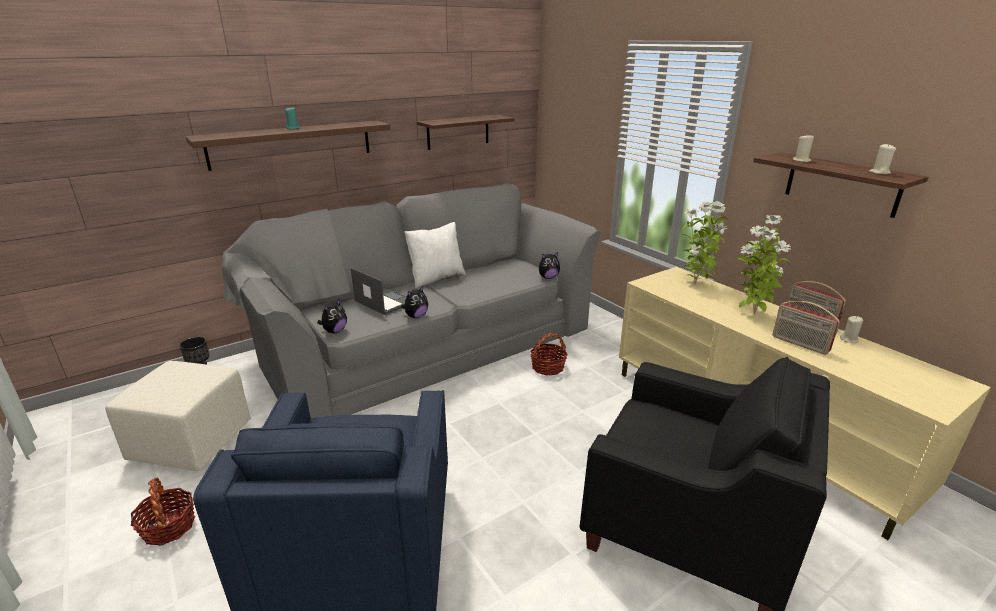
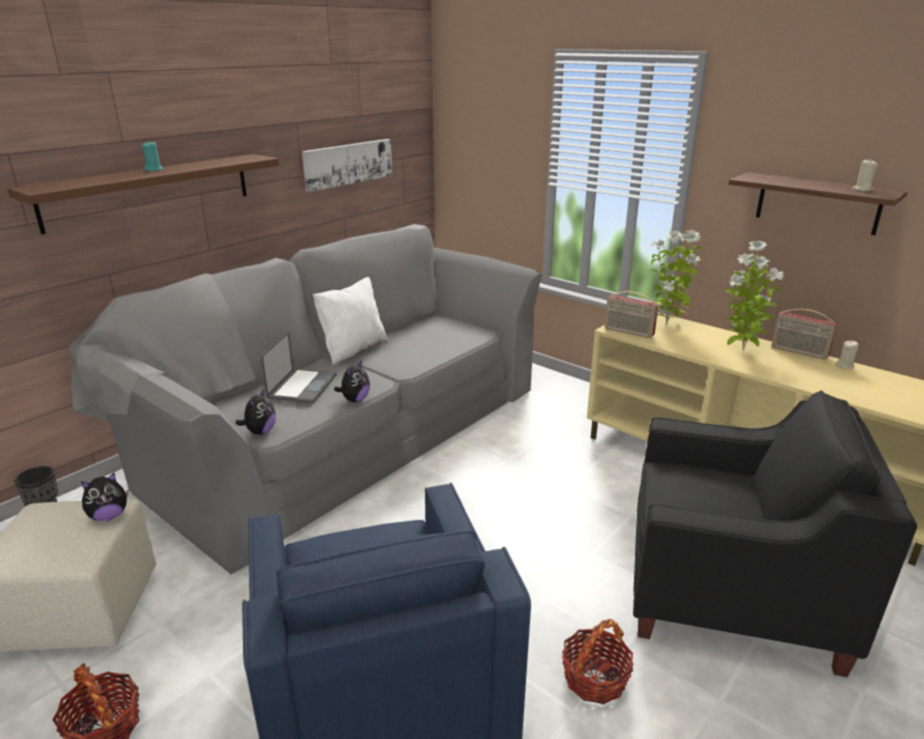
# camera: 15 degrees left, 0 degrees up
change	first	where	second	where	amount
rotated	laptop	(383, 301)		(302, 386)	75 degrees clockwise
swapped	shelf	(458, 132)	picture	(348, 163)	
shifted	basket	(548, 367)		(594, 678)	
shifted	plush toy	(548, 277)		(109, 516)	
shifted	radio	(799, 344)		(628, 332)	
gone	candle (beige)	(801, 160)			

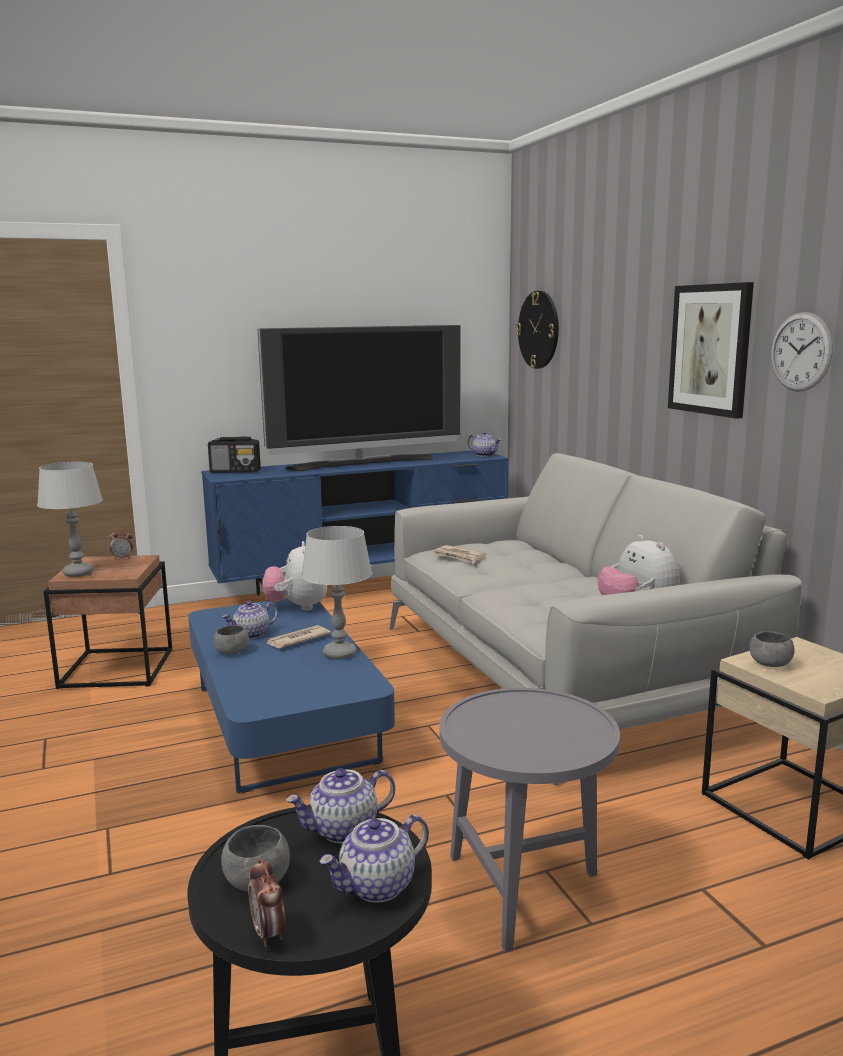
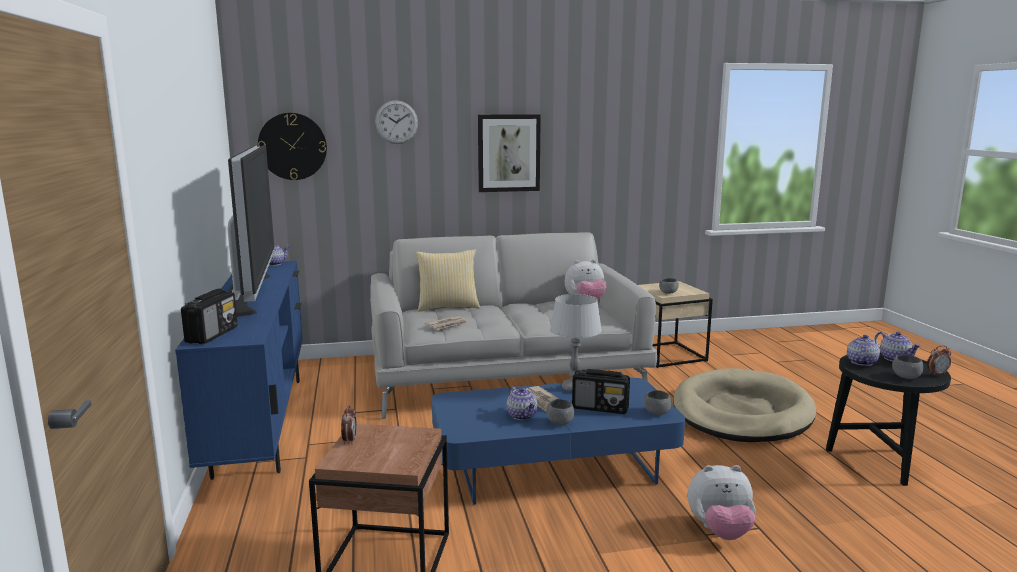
# camera: 80 degrees left, 0 degrees up
change	first	where	second	where	amount
gone	table lamp (grey)	(78, 573)			
shifted	plush toy	(297, 607)		(720, 531)	
rotated	teapot	(343, 830)		(861, 362)	135 degrees counterclockwise
swapped	side table (grey)	(524, 889)	dog bed (beige)	(742, 412)	
shifted	wall clock	(801, 352)		(396, 122)	
new			pillow	(448, 307)	
new			radio	(600, 408)	
new			bowl (grey)	(656, 412)	

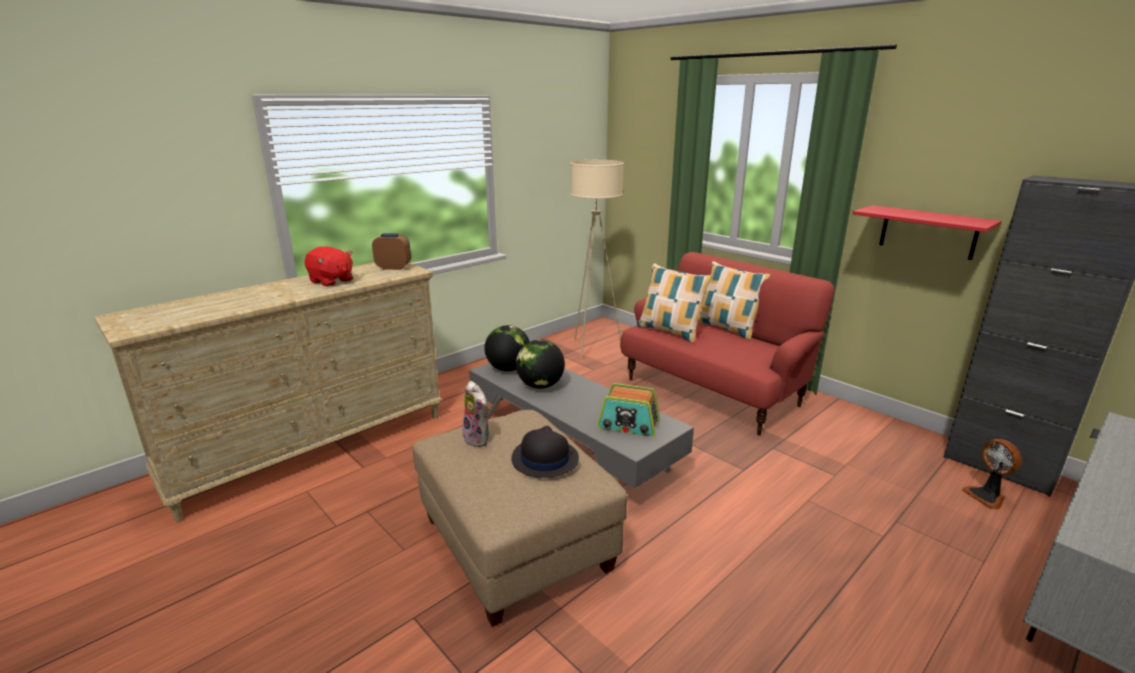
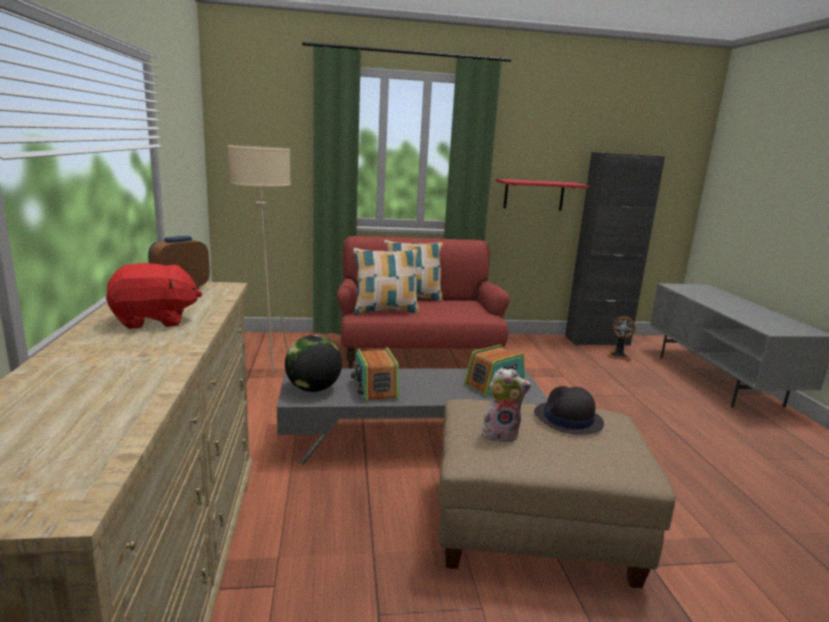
# camera: 55 degrees left, 5 degrees down
change	first	where	second	where	amount
swapped	globe	(540, 385)	radio	(375, 389)	

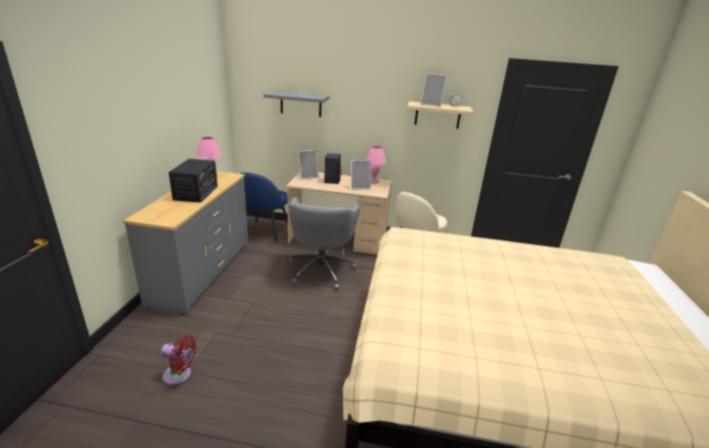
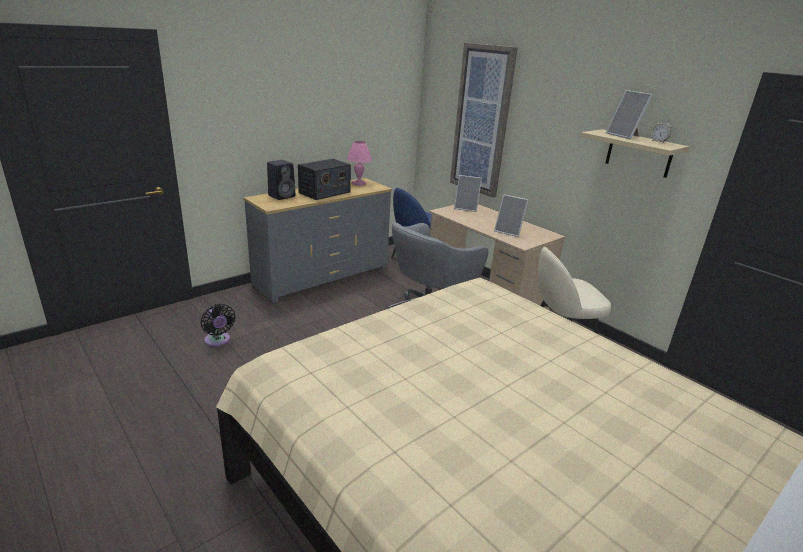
# camera: 40 degrees right, 0 degrees up
change	first	where	second	where	amount
repainted	fan (red)	(179, 375)	fan (black)	(218, 341)	
swapped	shelf (grey)	(301, 104)	picture	(482, 121)	
shifted	speaker (black)	(332, 180)		(282, 196)	
gone	table lamp (pink)	(374, 181)			

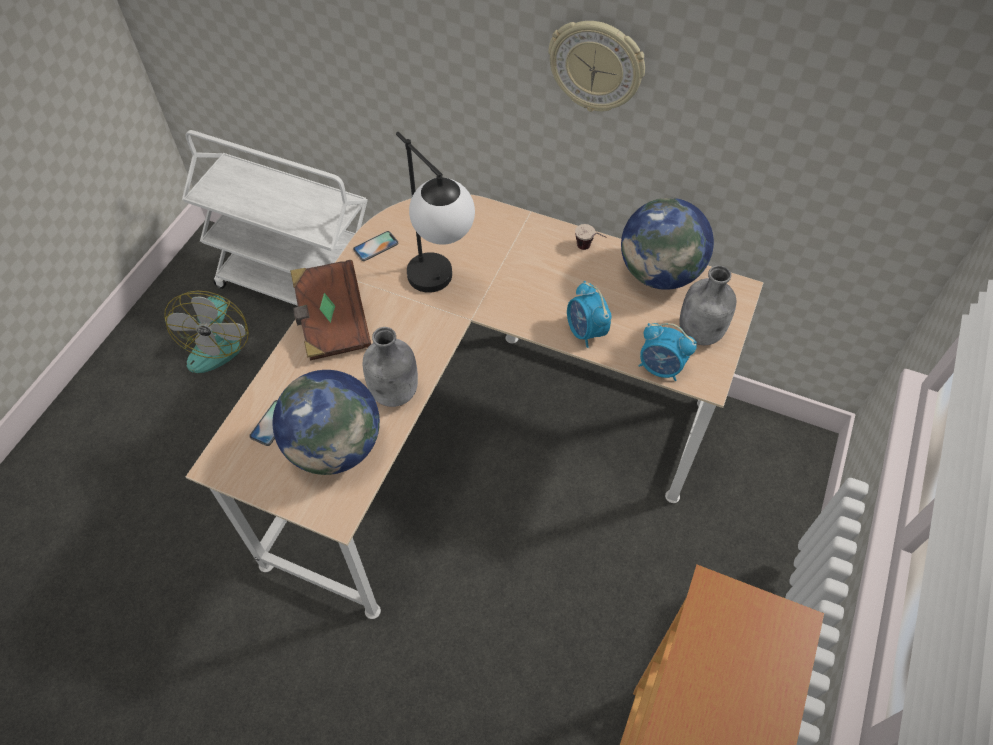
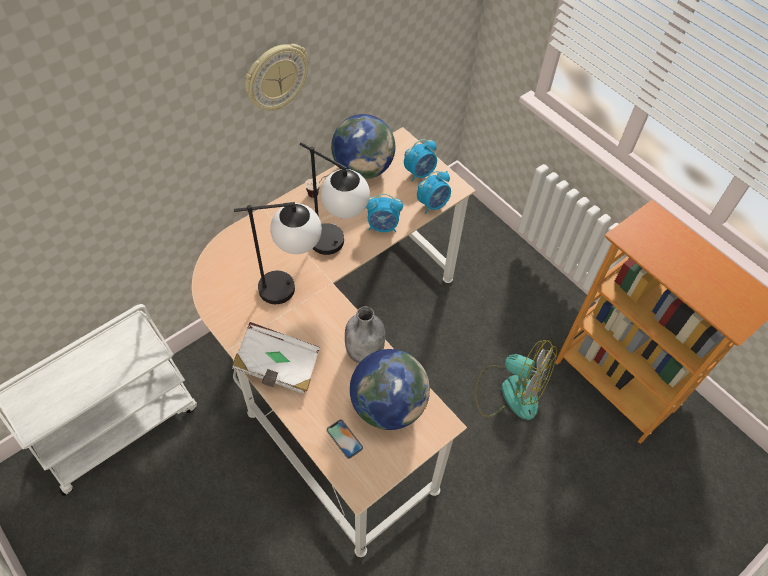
# camera: 65 degrees left, 0 degrees up
change	first	where	second	where	amount
shifted	fan	(218, 341)		(510, 391)	
repainted	book (brown)	(331, 322)	book (white)	(278, 367)	
gone	phone	(376, 246)			
swapped	bottle (grey)	(701, 332)	alarm clock	(420, 173)	
new			table lamp	(338, 247)	

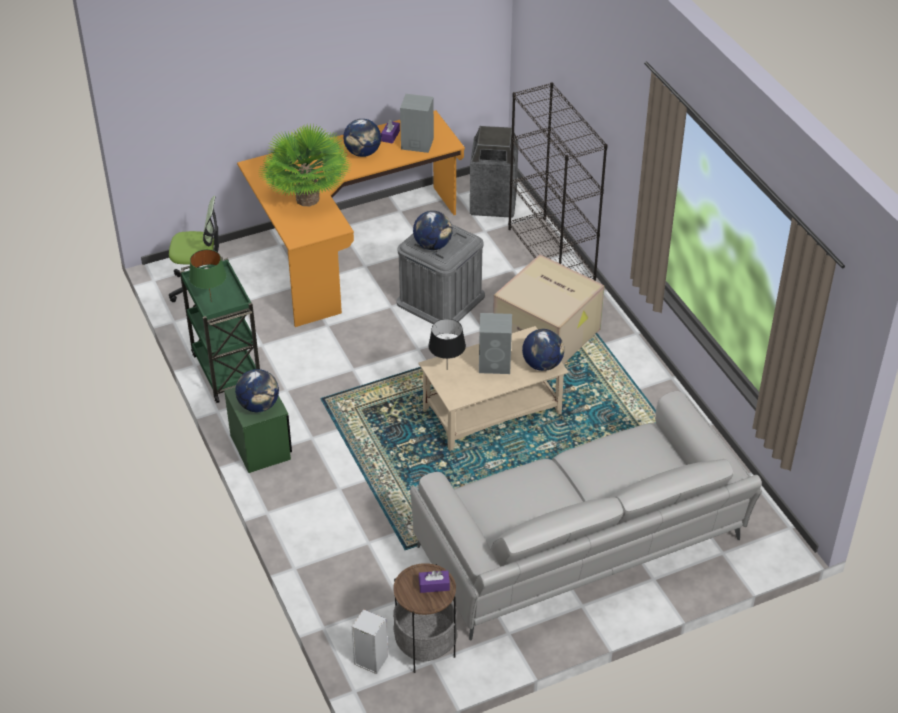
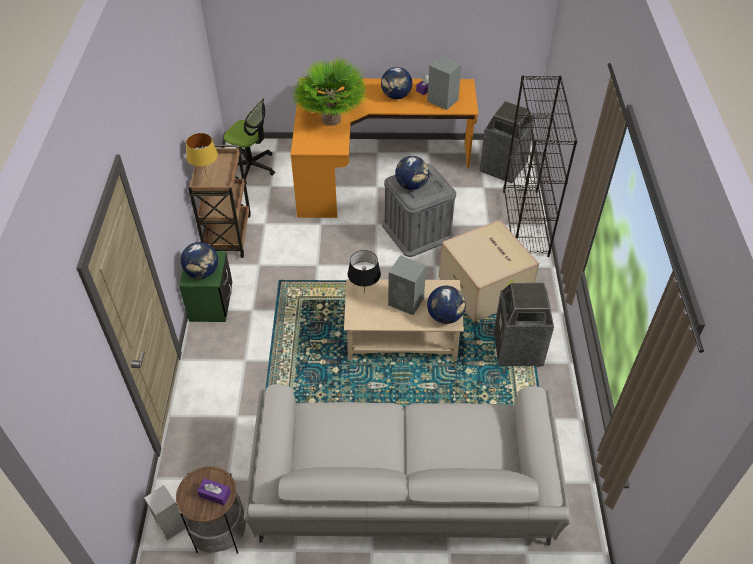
# camera: 25 degrees right, 5 degrees up
change	first	where	second	where	amount
repainted	cart (green)	(226, 370)	cart (brown)	(228, 234)	
repainted	table lamp (green)	(210, 301)	table lamp (yellow)	(206, 177)	
new			trash can	(518, 349)	

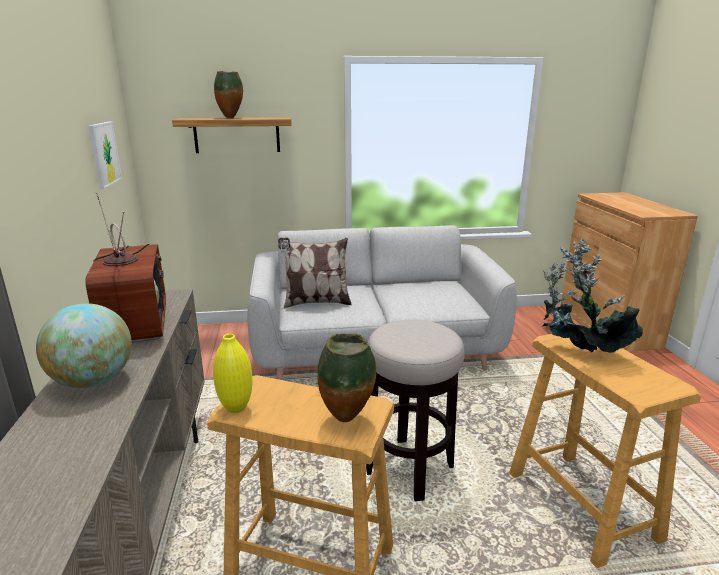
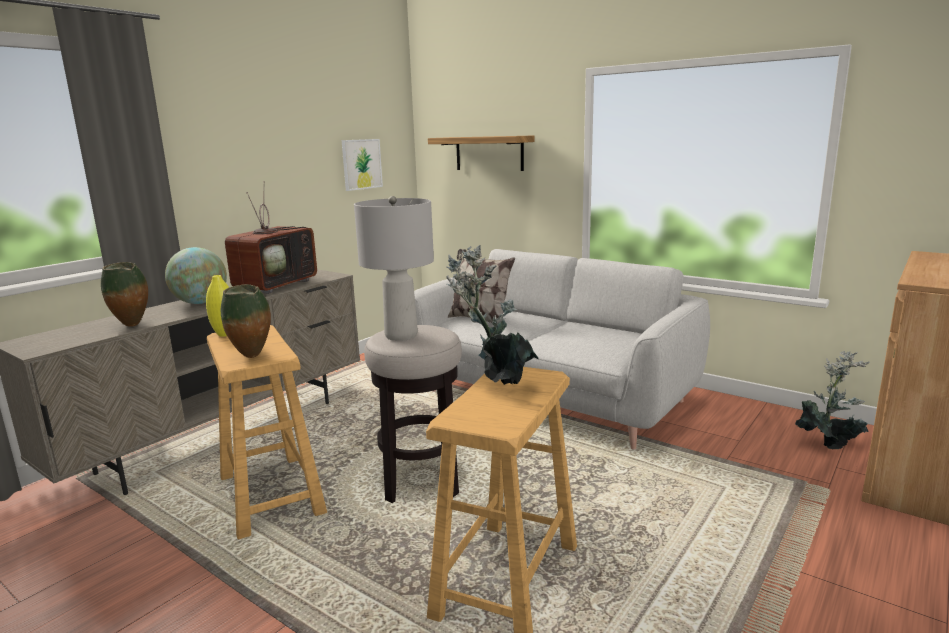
# camera: 45 degrees right, 5 degrees down
change	first	where	second	where	amount
shifted	vase	(231, 118)		(132, 325)	
new			table lamp (grey)	(402, 335)	

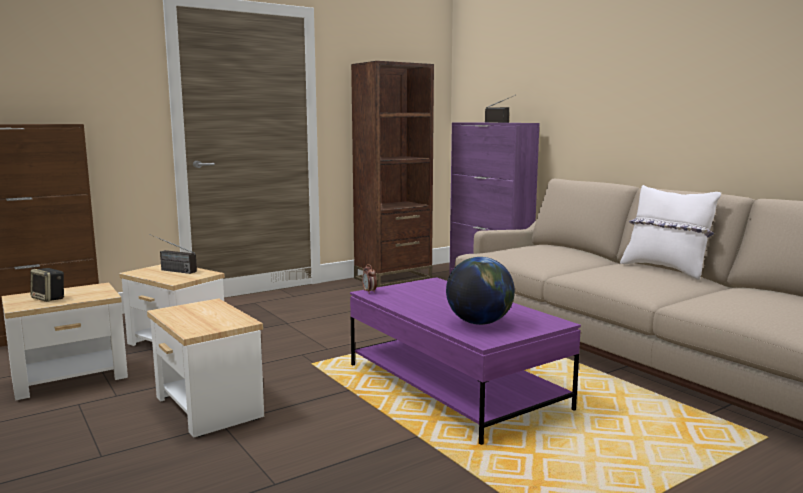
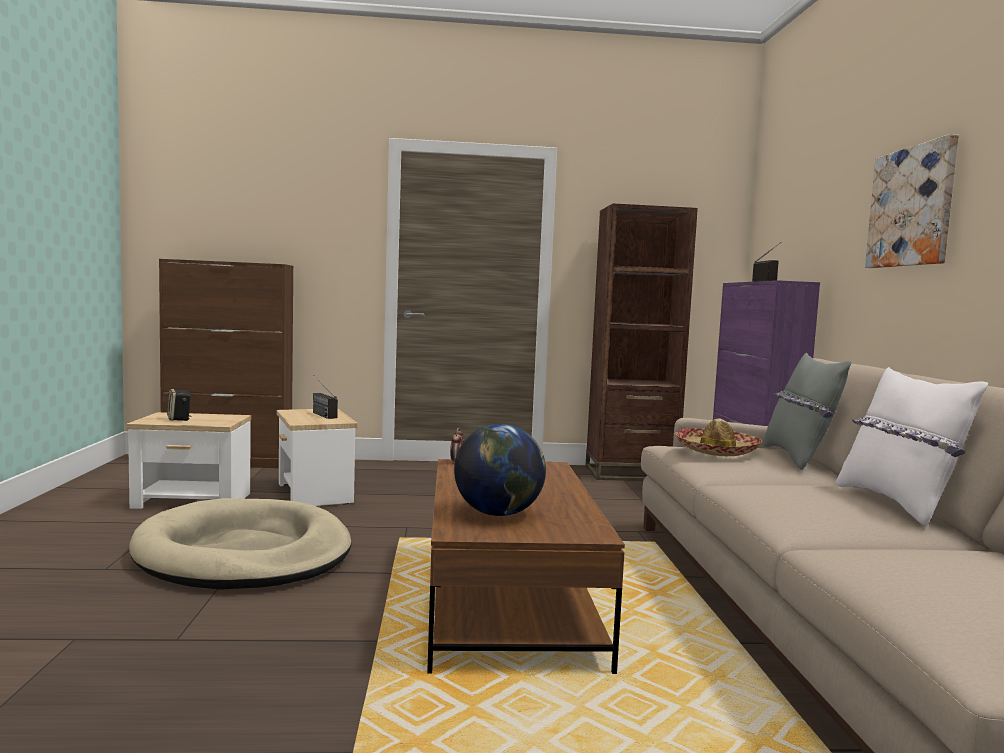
# camera: 30 degrees right, 5 degrees down
change	first	where	second	where	amount
swapped	side table	(207, 408)	dog bed (beige)	(244, 553)	
repainted	coffee table (purple)	(454, 386)	coffee table (brown)	(509, 601)	
new			hat	(717, 451)	
new			pillow (grey)	(798, 458)	
new			picture	(912, 207)	

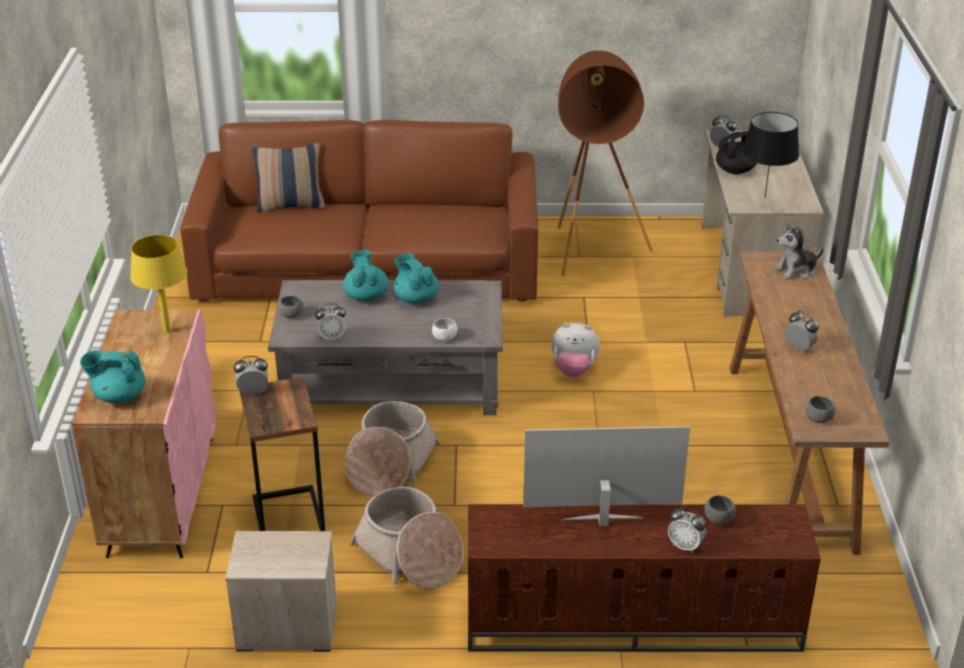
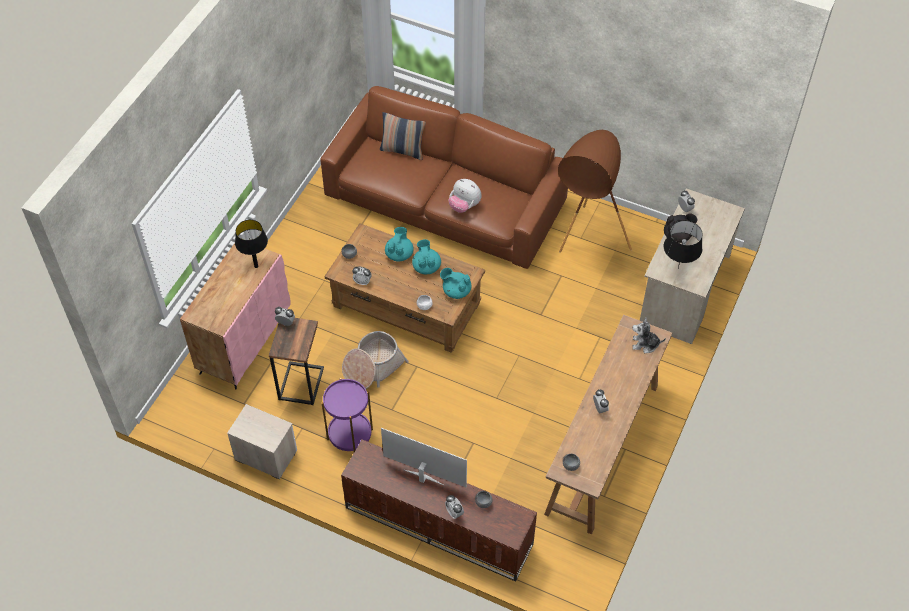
# camera: 25 degrees right, 20 degrees up
change	first	where	second	where	amount
shifted	teapot (turquoise)	(119, 396)		(456, 291)	
repainted	table lamp (yellow)	(167, 331)	table lamp (black)	(256, 266)	
repainted	coffee table (grey)	(392, 383)	coffee table (brown)	(407, 305)	
swapped	basket	(410, 555)	side table (purple)	(350, 434)	
shifted	plush toy	(574, 370)		(464, 206)	

